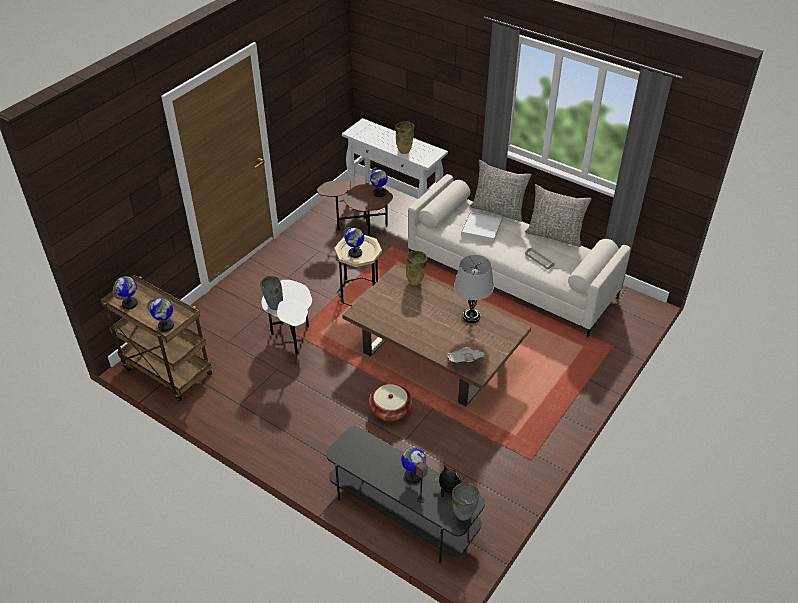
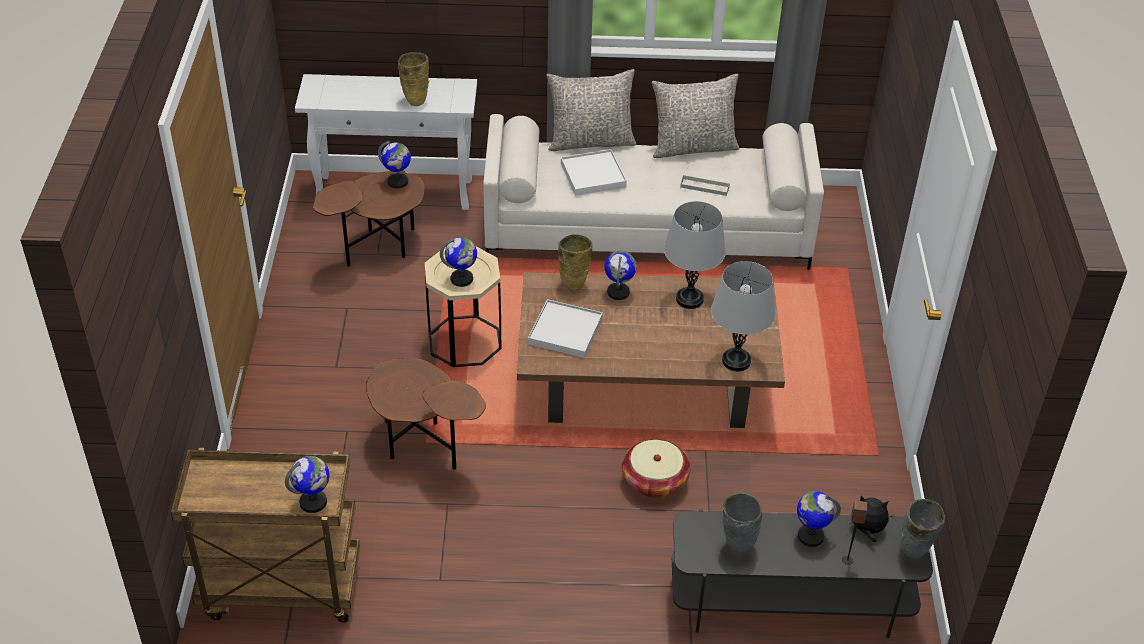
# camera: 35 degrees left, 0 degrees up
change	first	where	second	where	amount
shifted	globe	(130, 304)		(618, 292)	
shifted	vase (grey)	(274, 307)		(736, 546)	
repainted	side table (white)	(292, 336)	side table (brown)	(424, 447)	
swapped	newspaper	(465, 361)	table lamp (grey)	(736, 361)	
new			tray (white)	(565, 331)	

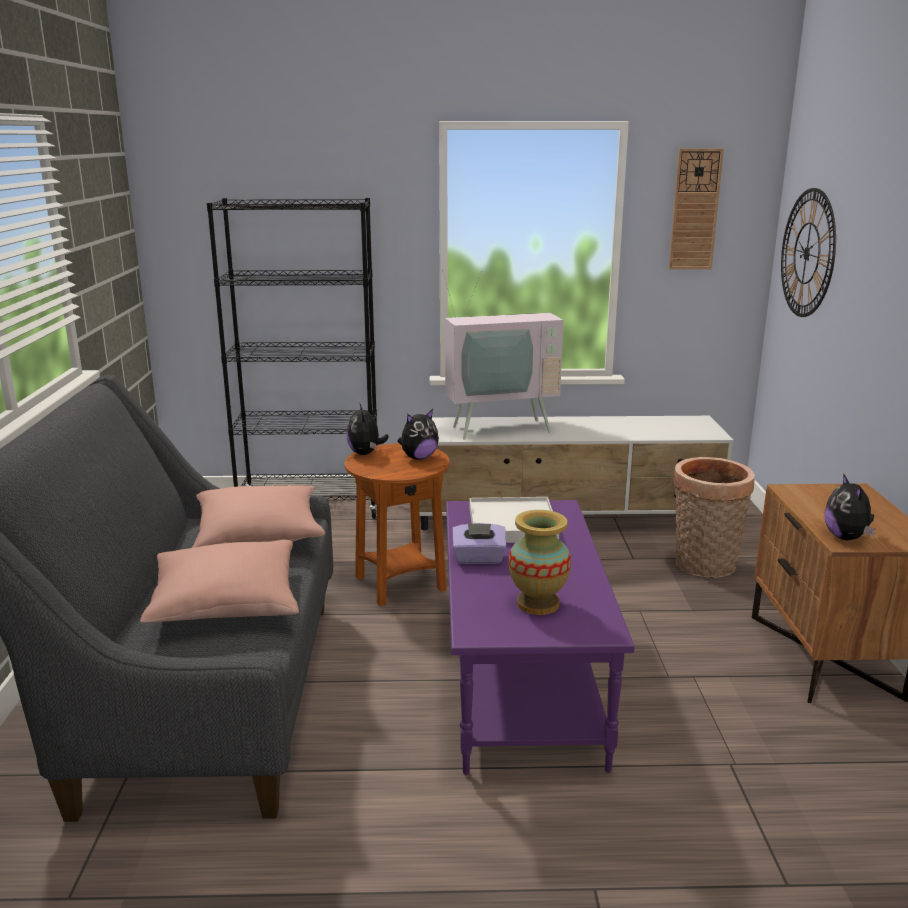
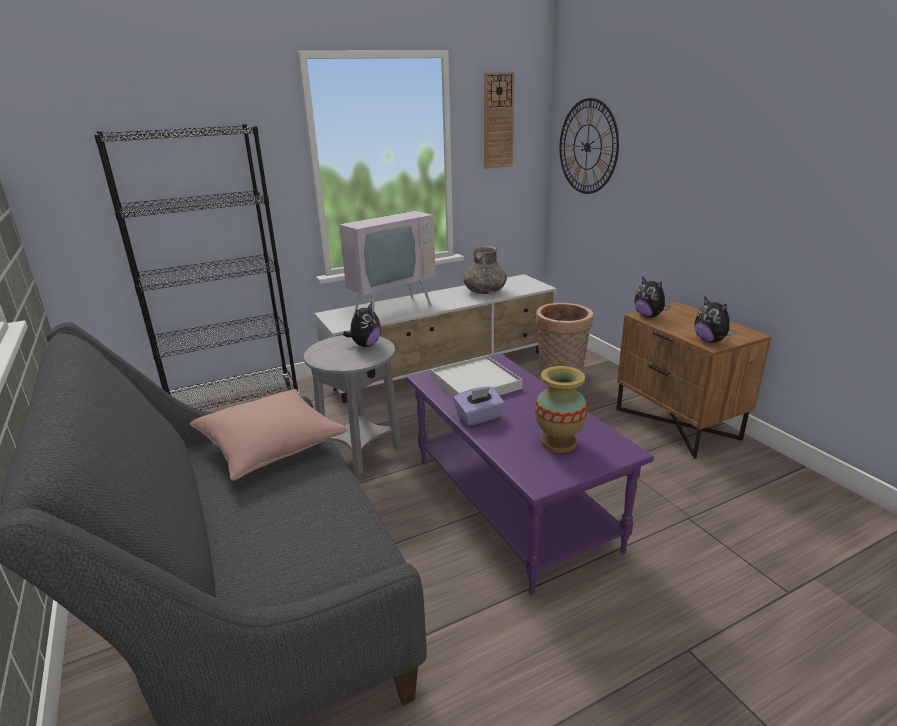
# camera: 25 degrees left, 5 degrees up
change	first	where	second	where	amount
gone	pillow (pink)	(225, 603)			
repainted	side table (brown)	(400, 584)	side table (grey)	(360, 452)	
shifted	plush toy	(366, 453)		(649, 316)	
new			vase (grey)	(485, 291)	

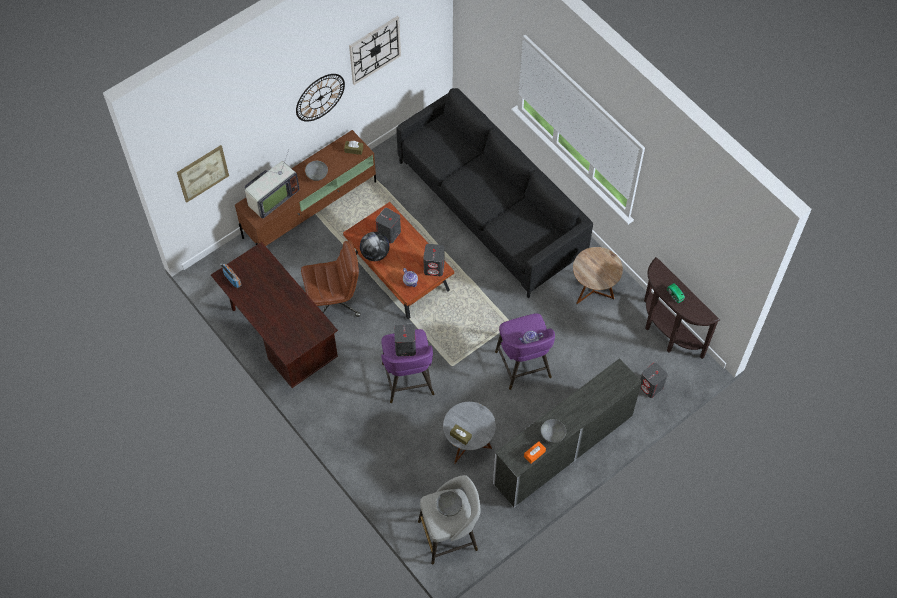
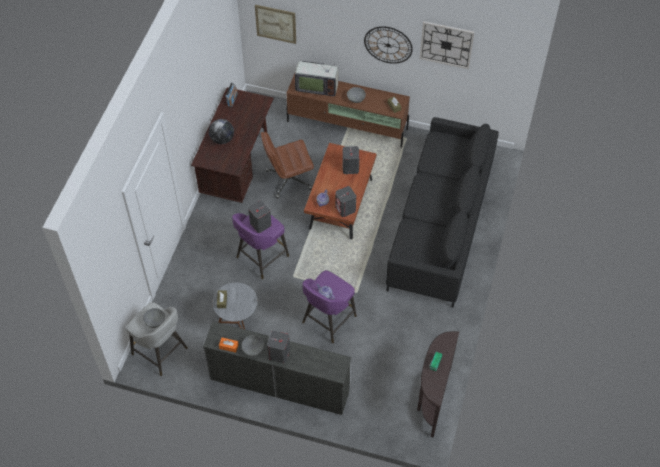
# camera: 55 degrees right, 5 degrees down
change	first	where	second	where	amount
rotated	office chair (brown)	(334, 301)		(288, 180)	120 degrees clockwise
shifted	globe	(375, 254)		(222, 139)	
gone	side table (brown)	(593, 292)			
shifted	speaker (grey)	(651, 387)		(279, 354)	

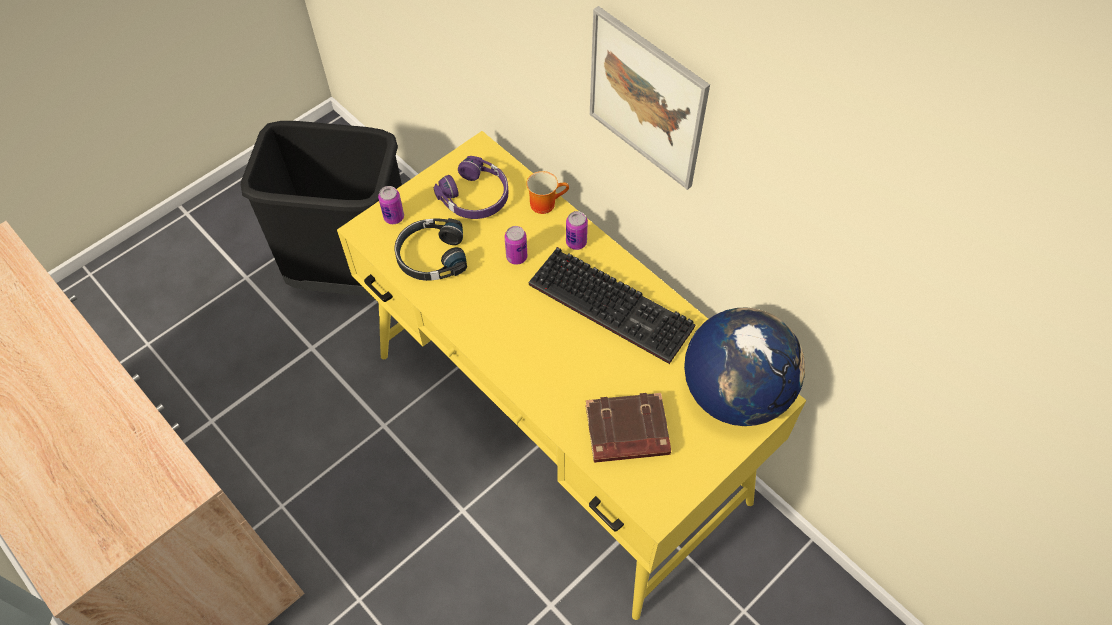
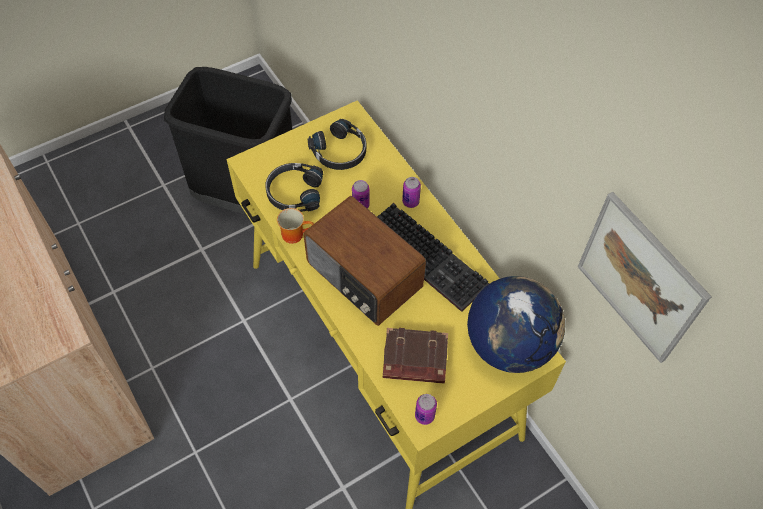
# camera: 10 degrees right, 0 degrees up
change	first	where	second	where	amount
shifted	can	(394, 217)		(424, 416)	
repainted	headphones (purple)	(476, 196)	headphones (black)	(340, 152)	
shifted	mug	(545, 202)		(295, 233)	
shifted	picture	(646, 99)		(640, 278)	
new			radio	(363, 277)	

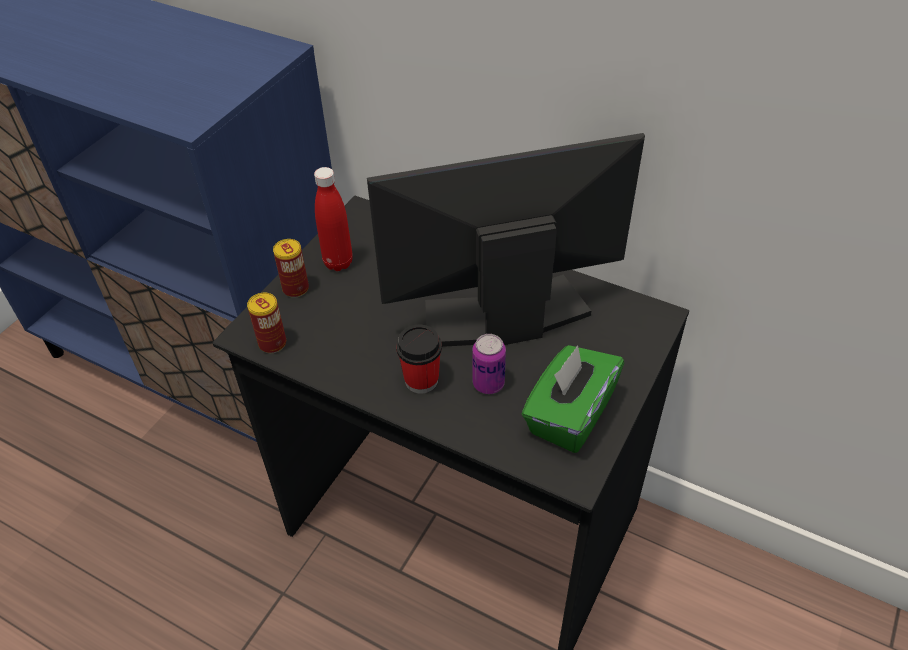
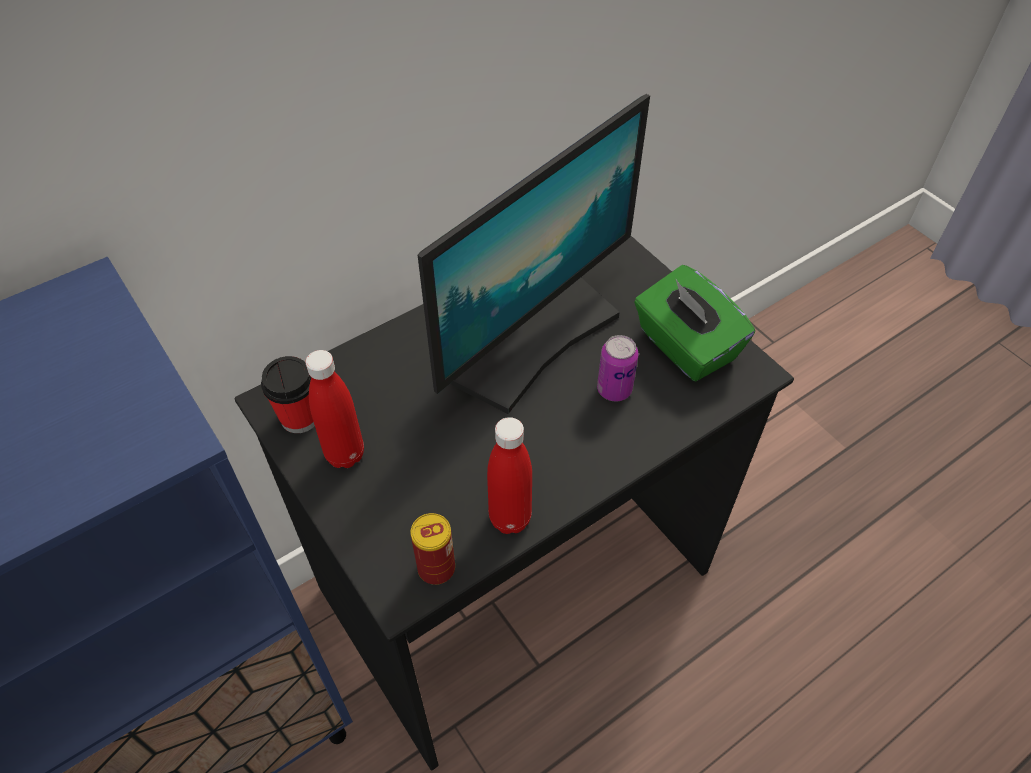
# camera: 65 degrees left, 5 degrees up
change	first	where	second	where	amount
gone	can	(295, 288)			
rotated	monitor	(504, 317)		(533, 341)	150 degrees counterclockwise
shifted	cup	(421, 380)		(300, 417)	
new			bottle (red)	(510, 518)	

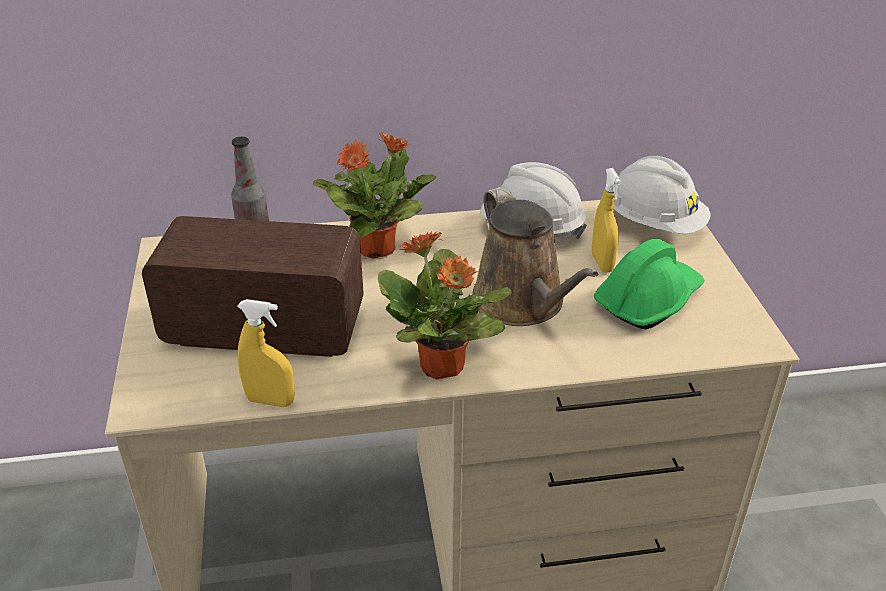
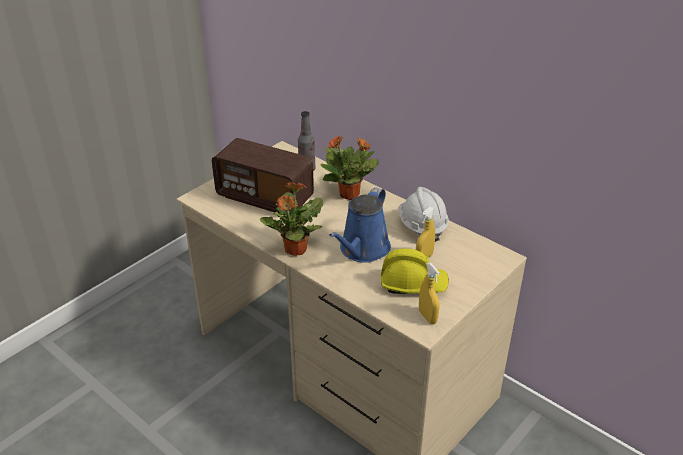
# camera: 50 degrees right, 0 degrees up
change	first	where	second	where	amount
rotated	radio	(264, 329)		(265, 198)	150 degrees clockwise
shifted	spray bottle (yellow)	(270, 401)		(427, 317)	
repainted	watering can (brown)	(523, 303)	watering can (blue)	(362, 250)	
repainted	hard hat (green)	(648, 300)	hard hat (yellow)	(413, 283)	
gone	hard hat (white)	(654, 224)			

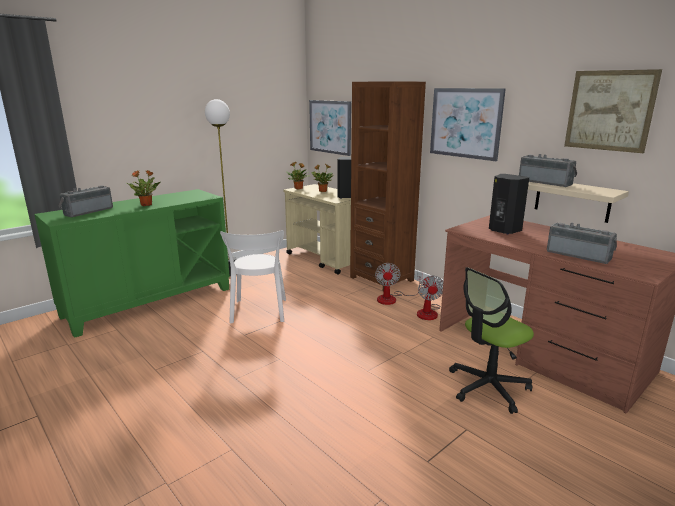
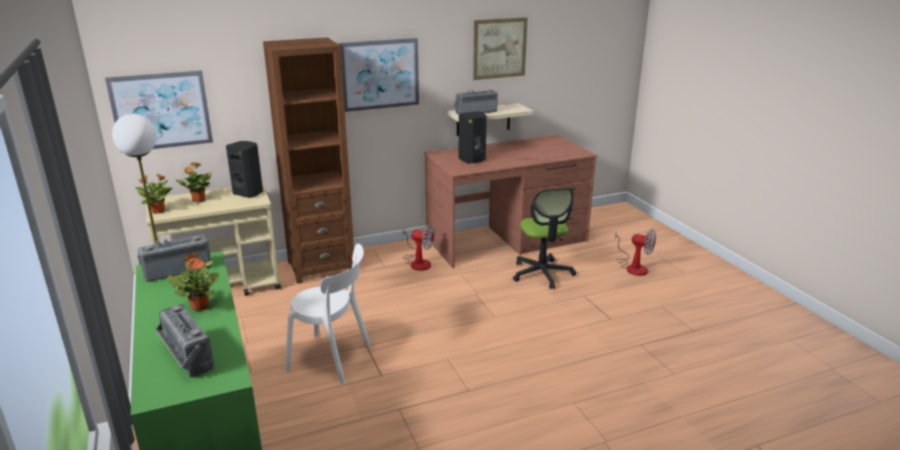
# camera: 70 degrees left, 5 degrees up
change	first	where	second	where	amount
shifted	fan	(392, 298)		(633, 266)	
shifted	radio	(579, 255)		(177, 269)	

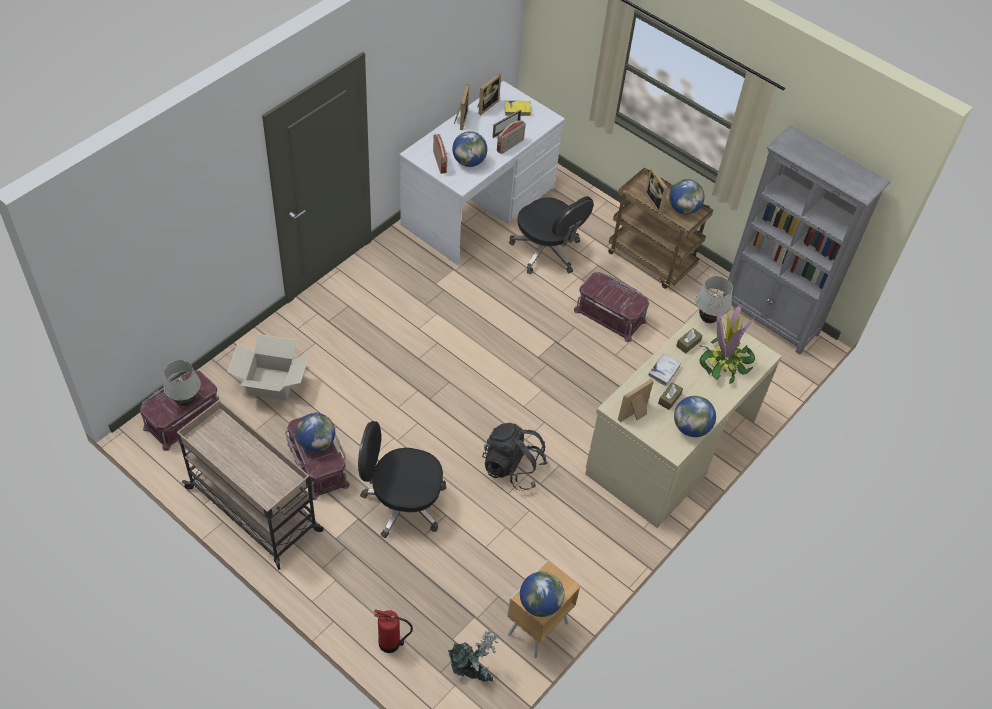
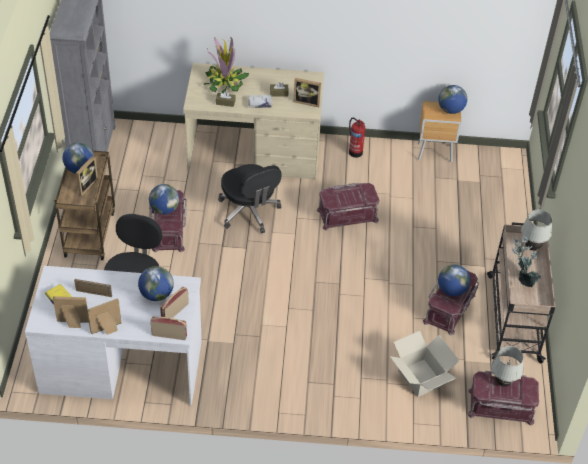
# camera: 125 degrees left, 5 degrees down
change	first	where	second	where	amount
shifted	office chair (black)	(402, 503)		(249, 212)	
shifted	fire extinguisher	(391, 643)		(355, 151)	
shifted	potted plant	(472, 669)		(522, 279)	
swapped	backpack (black)	(512, 468)	storage box (red)	(347, 214)	
shifted	radio	(510, 146)		(169, 335)	
shifted	globe	(691, 428)		(164, 209)	
shifted	table lamp (white)	(708, 319)		(531, 247)	

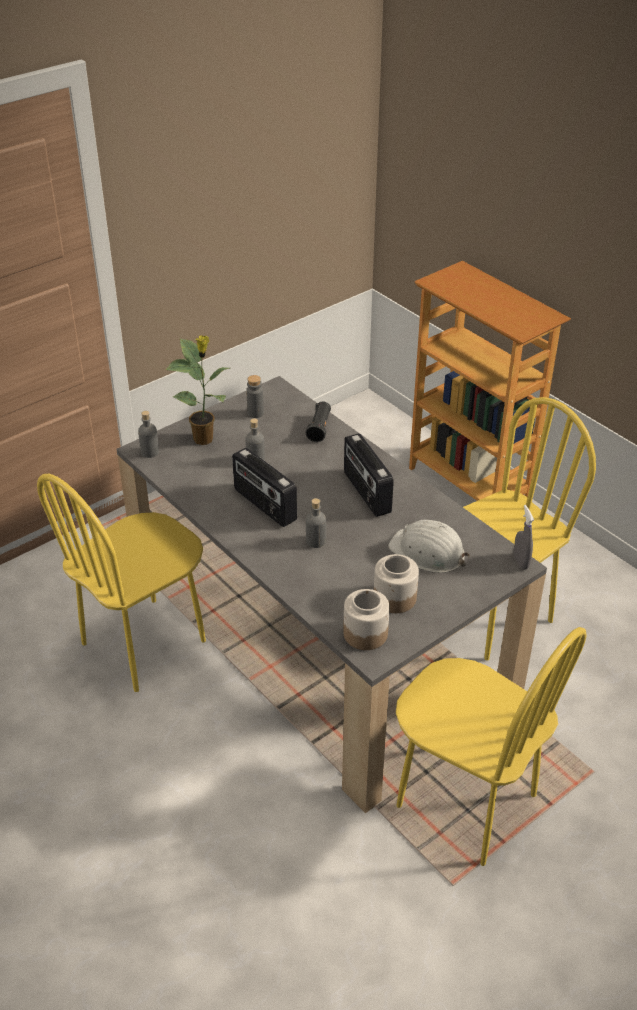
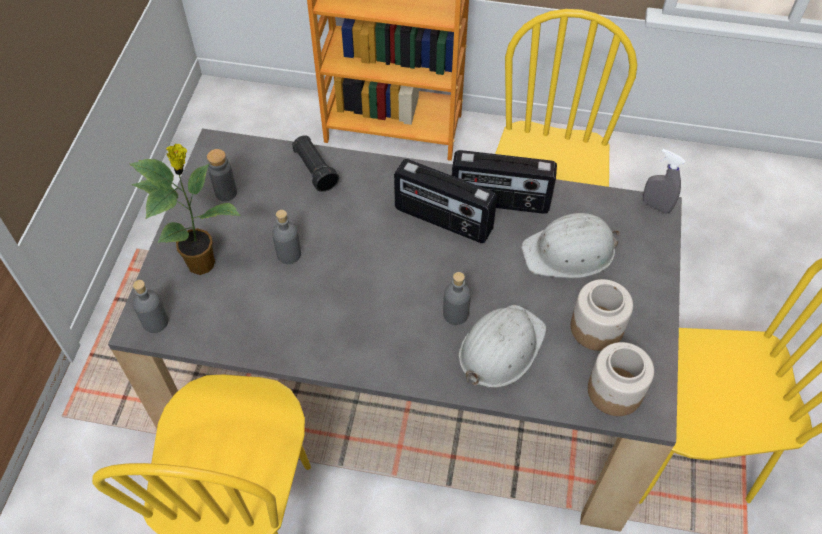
# camera: 40 degrees left, 15 degrees up
change	first	where	second	where	amount
shifted	radio	(264, 505)		(499, 201)	
new			hard hat (white)	(500, 348)	

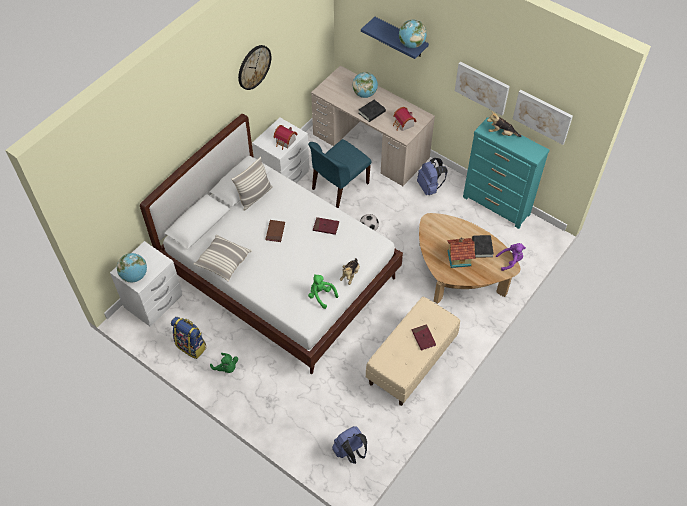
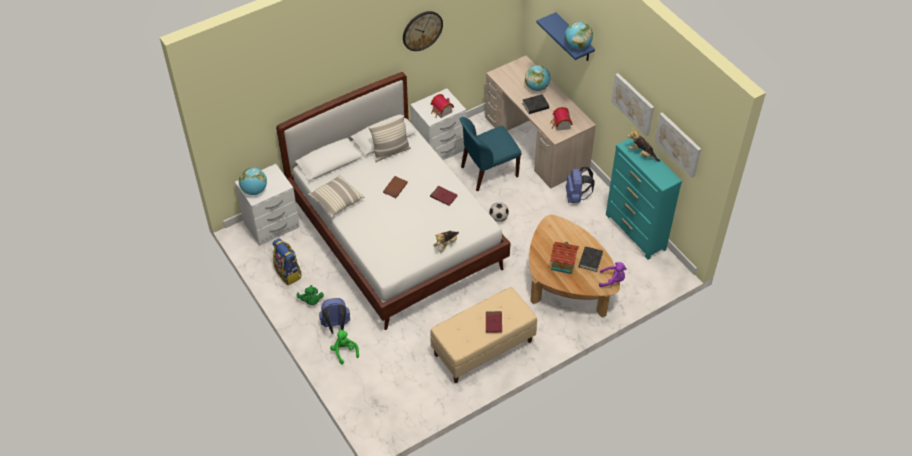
# camera: 20 degrees right, 5 degrees down
change	first	where	second	where	amount
shifted	plush toy (green)	(321, 296)		(344, 351)	
shifted	backpack (blue)	(350, 452)		(336, 326)	

